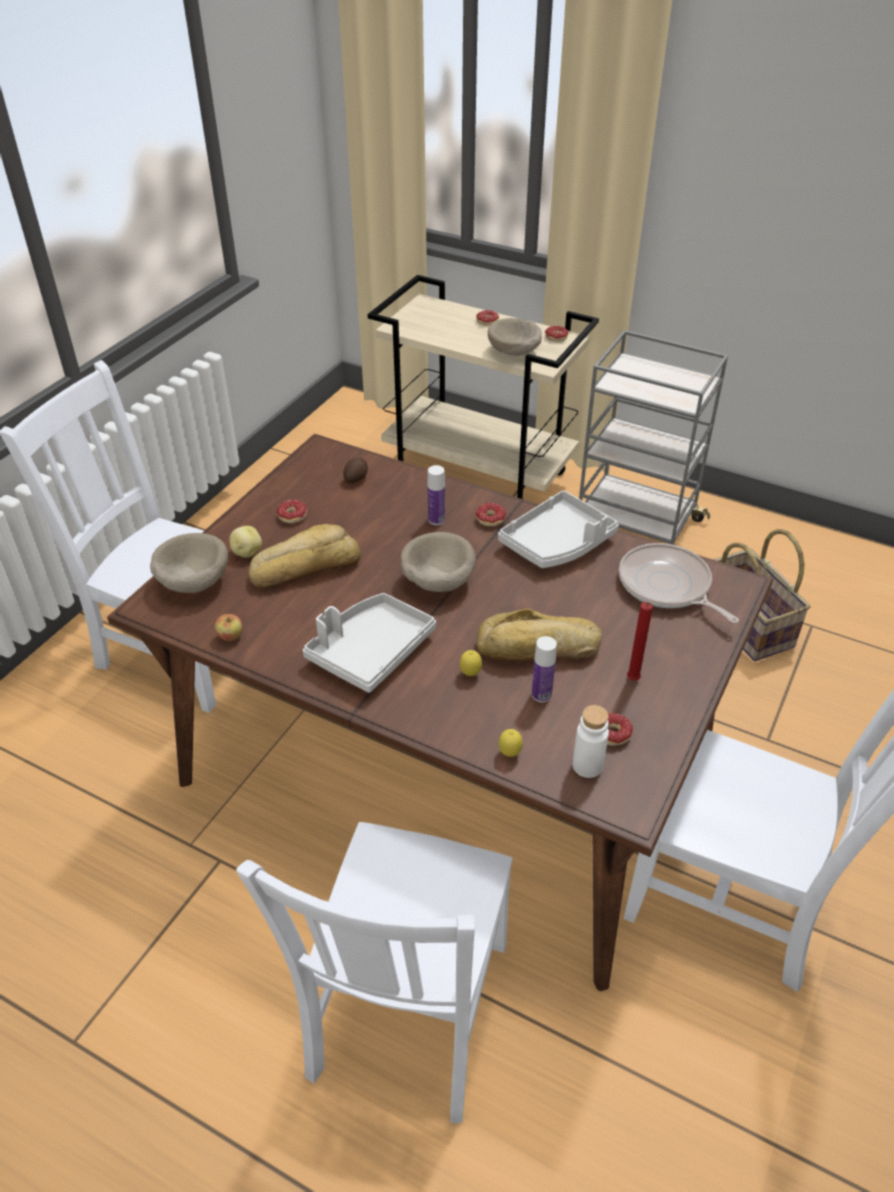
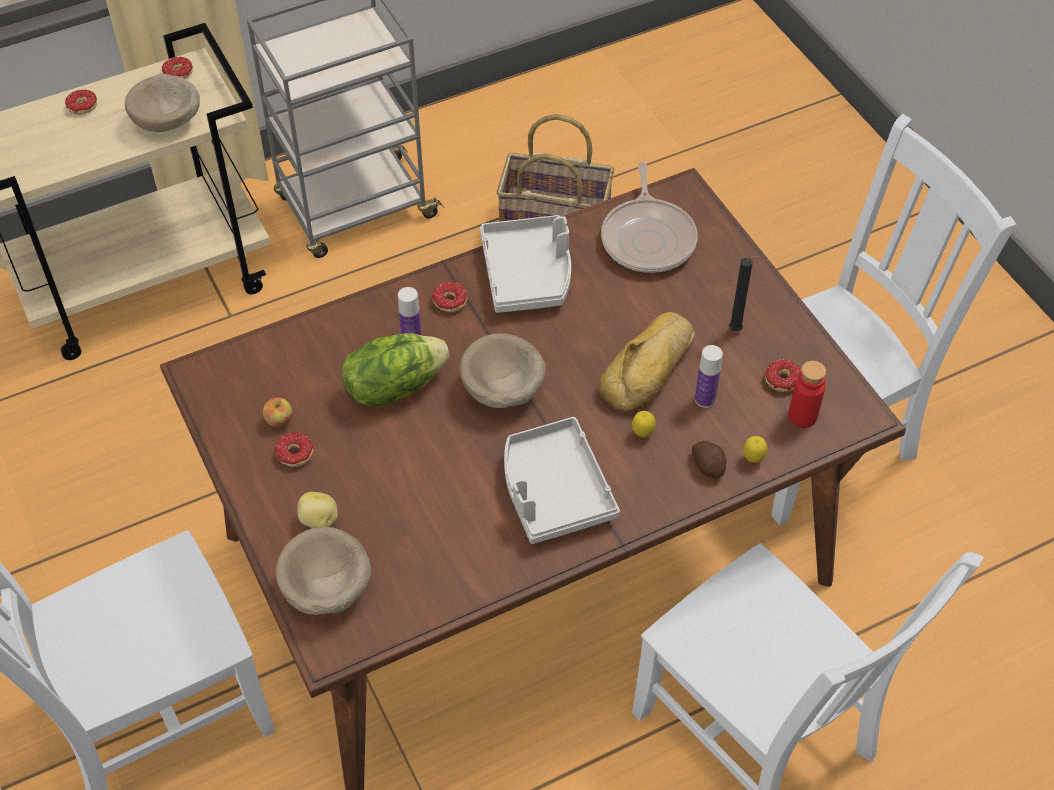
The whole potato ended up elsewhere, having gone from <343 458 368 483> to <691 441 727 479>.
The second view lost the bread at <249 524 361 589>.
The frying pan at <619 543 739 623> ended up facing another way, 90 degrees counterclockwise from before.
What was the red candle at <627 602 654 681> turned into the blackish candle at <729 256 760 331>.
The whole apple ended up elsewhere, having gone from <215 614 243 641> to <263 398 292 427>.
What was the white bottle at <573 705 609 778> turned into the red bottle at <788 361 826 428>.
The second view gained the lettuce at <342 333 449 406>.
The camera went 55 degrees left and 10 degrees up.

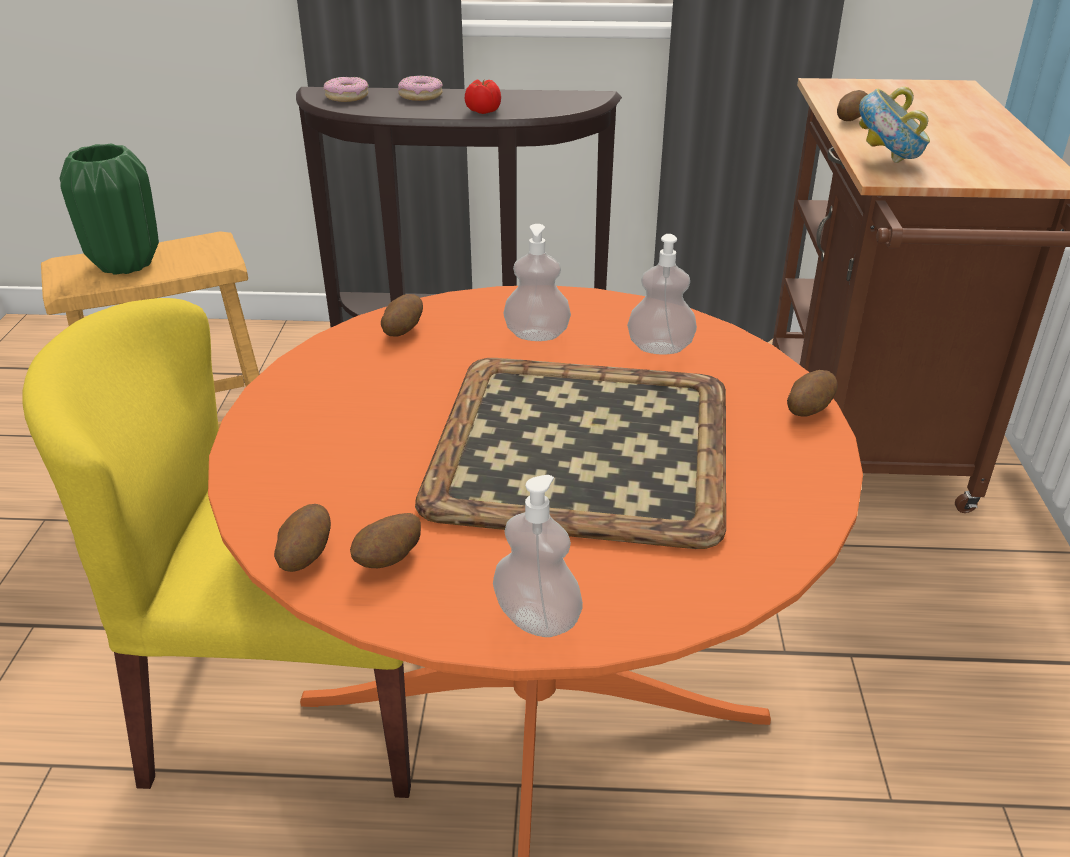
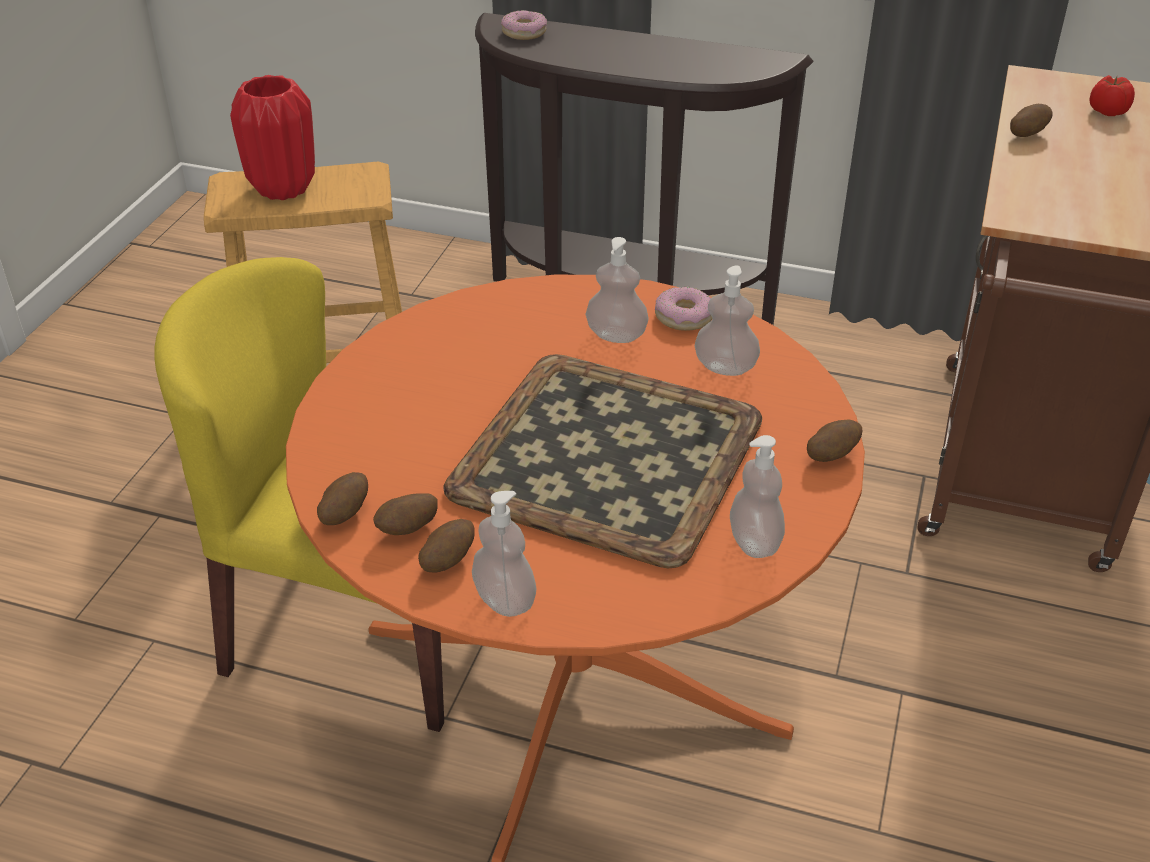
The donut ended up elsewhere, having gone from <398 75 443 101> to <655 287 712 331>.
The whole tomato ended up elsewhere, having gone from <465 79 501 114> to <1090 75 1135 116>.
The second view lost the bowl at <859 87 930 163>.
What was the green vase at <60 144 159 275> turned into the red vase at <230 75 315 200>.
The whole potato ended up elsewhere, having gone from <381 294 423 337> to <418 519 475 573>.
The second view gained the soap dispenser at <730 435 785 558>.
The camera went 15 degrees right and 5 degrees up.

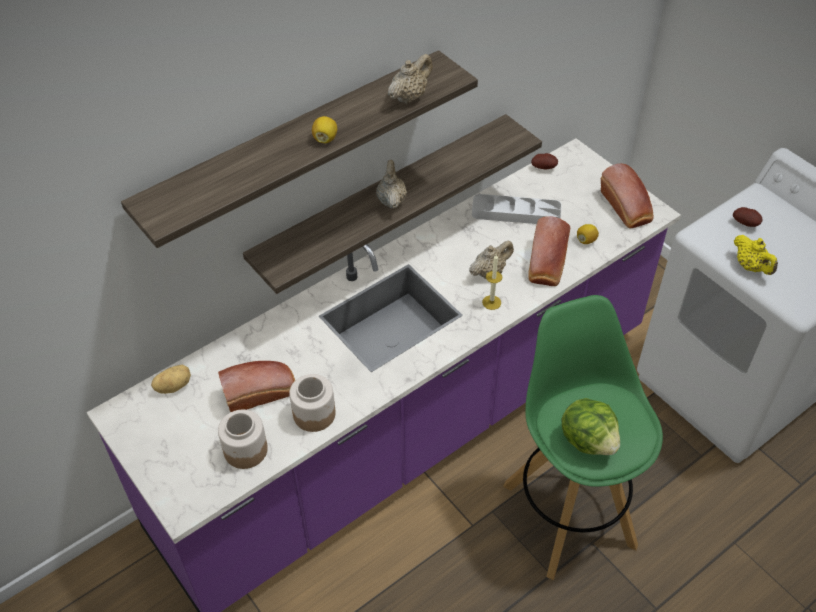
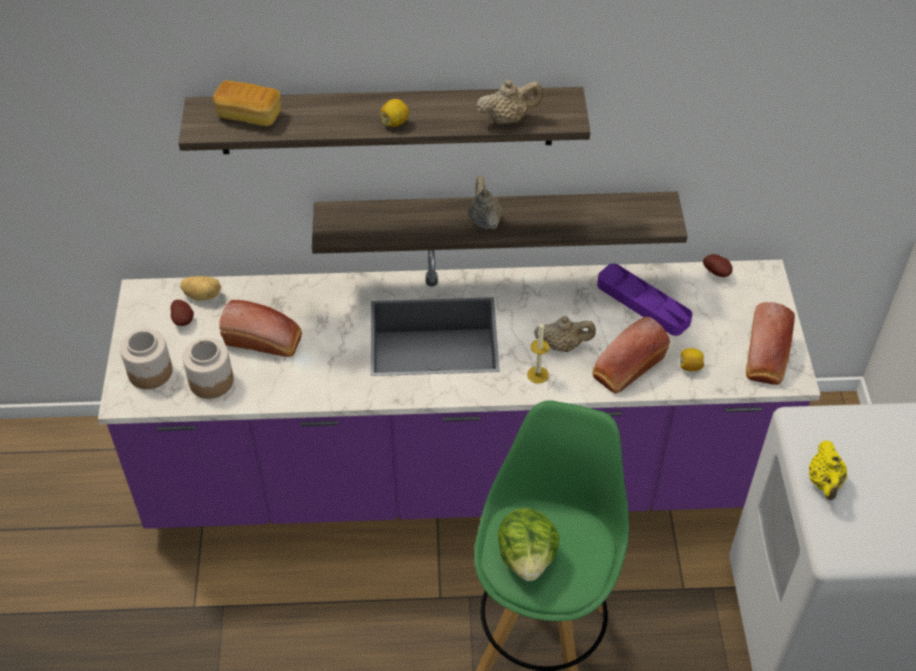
The beige-coloured pot for tea at <376 160 407 208> ended up facing another way, 45 degrees counterclockwise from before.
What was the gray serving tray at <472 194 561 224> turned into the purplish serving tray at <597 264 693 336>.
The whole potato ended up elsewhere, having gone from <733 207 763 227> to <171 300 194 326>.
The storage jar ended up elsewhere, having gone from <289 374 336 432> to <120 329 173 389>.
The second view gained the bread at <213 81 281 126>.
The camera went 35 degrees right and 0 degrees up.

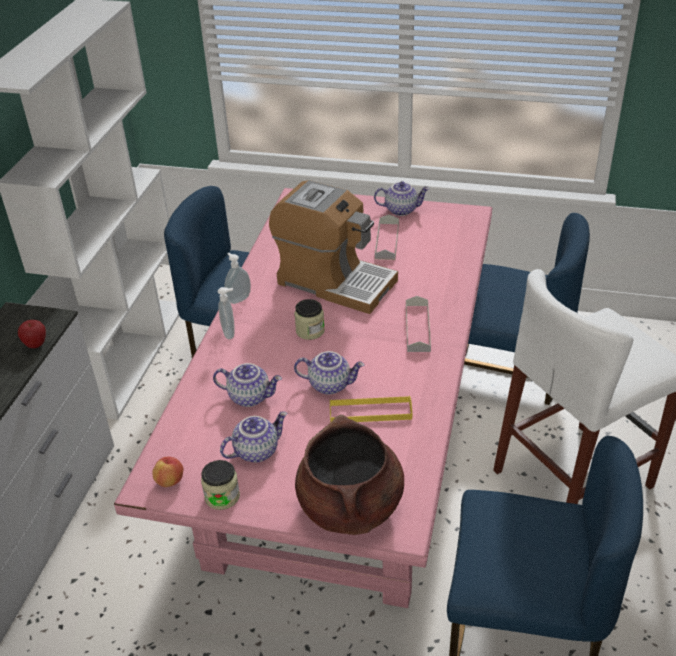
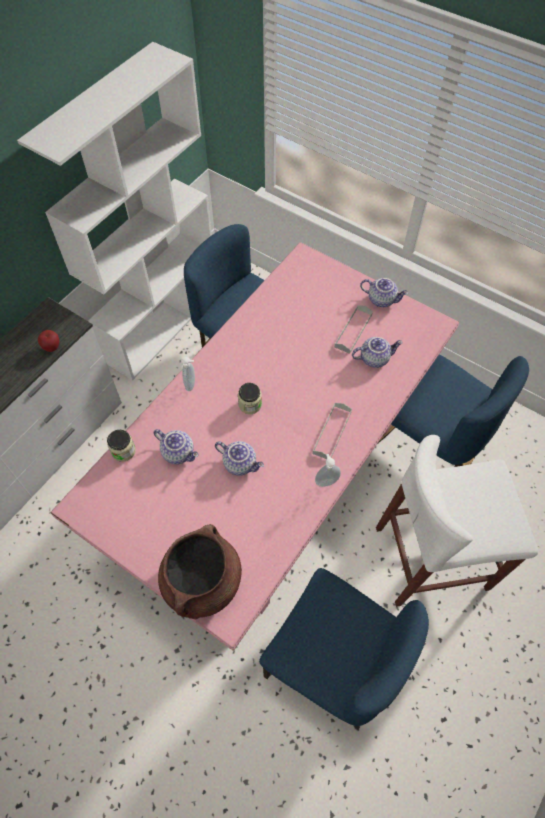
The second view lost the coffee maker at <269 180 398 314>.
The soap dispenser ended up elsewhere, having gone from <225 253 251 304> to <315 454 341 487>.
The second view lost the yellow-coloured serving tray at <330 396 412 422>.
The pot for tea ended up elsewhere, having gone from <220 411 288 463> to <352 337 403 368>.
The second view lost the whole apple at <152 457 183 487>.
The storage jar ended up elsewhere, having gone from <201 460 240 510> to <107 430 136 462>.
The camera went 20 degrees right and 20 degrees up.

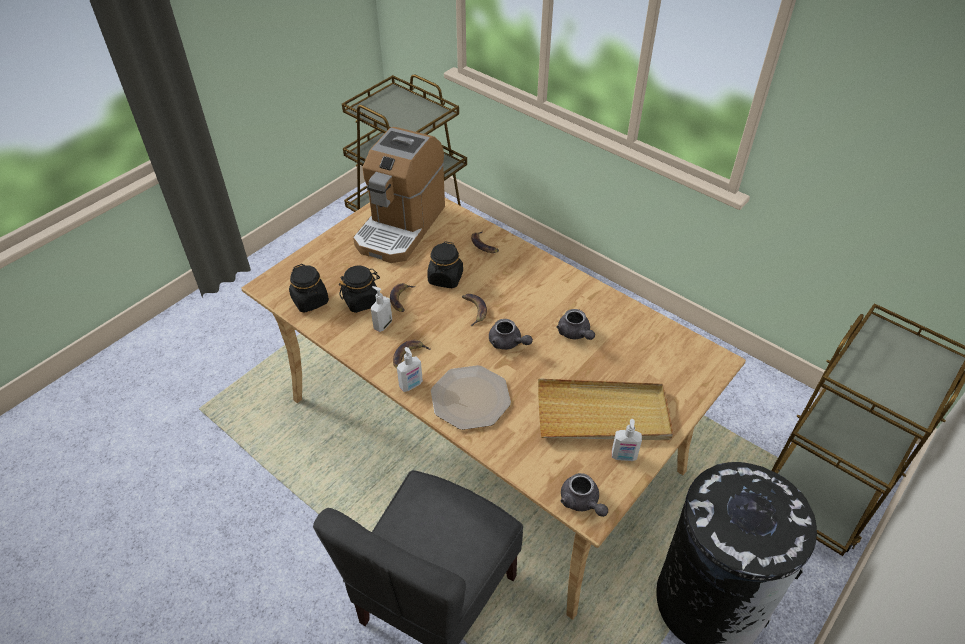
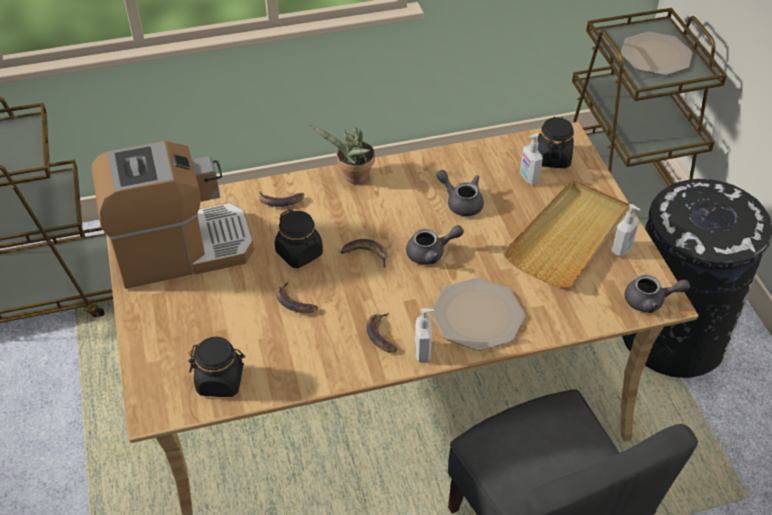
The coffee maker at <353 127 445 263> ended up facing another way, 75 degrees counterclockwise from before.
The blackish storage jar ended up elsewhere, having gone from <339 266 380 313> to <537 116 574 168>.
The soap dispenser ended up elsewhere, having gone from <371 286 392 332> to <520 133 543 185>.
The gray pot for tea at <557 309 595 340> ended up facing another way, 150 degrees counterclockwise from before.
The second view gained the flat dish at <621 32 693 75>.
The second view gained the potted plant at <309 124 375 184>.
The camera went 55 degrees left and 0 degrees up.

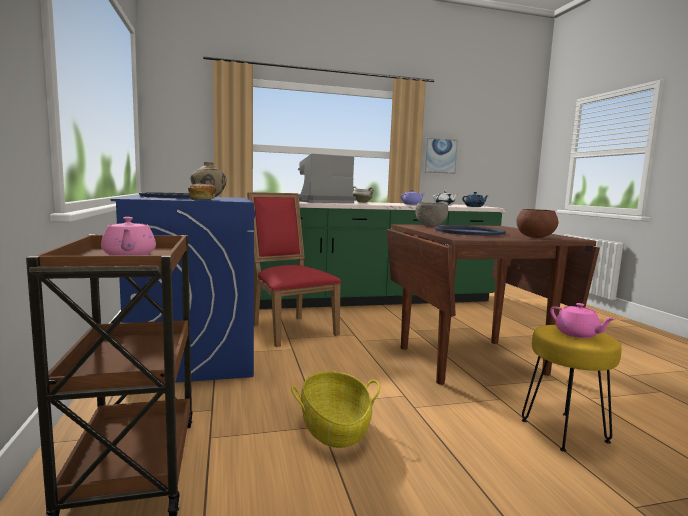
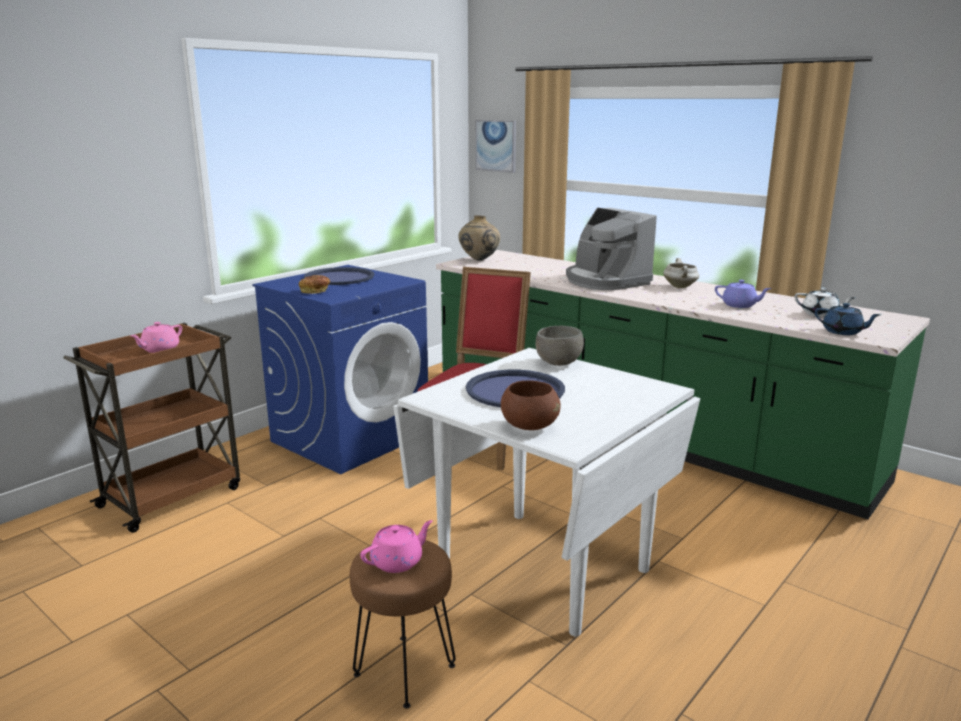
The wall art ended up elsewhere, having gone from <424 138 458 174> to <476 120 516 173>.
The coffee maker at <298 153 356 203> ended up facing another way, 150 degrees counterclockwise from before.
What was the brownish kitchen table at <387 224 600 385> turned into the white kitchen table at <393 348 700 637>.
The pink pot for tea at <550 303 616 338> ended up facing another way, 150 degrees counterclockwise from before.
What was the yellow-coloured stool seat at <522 325 621 452> turned into the brownish stool seat at <350 540 456 709>.
The second view lost the basket at <291 371 380 448>.
The camera went 55 degrees right and 10 degrees up.

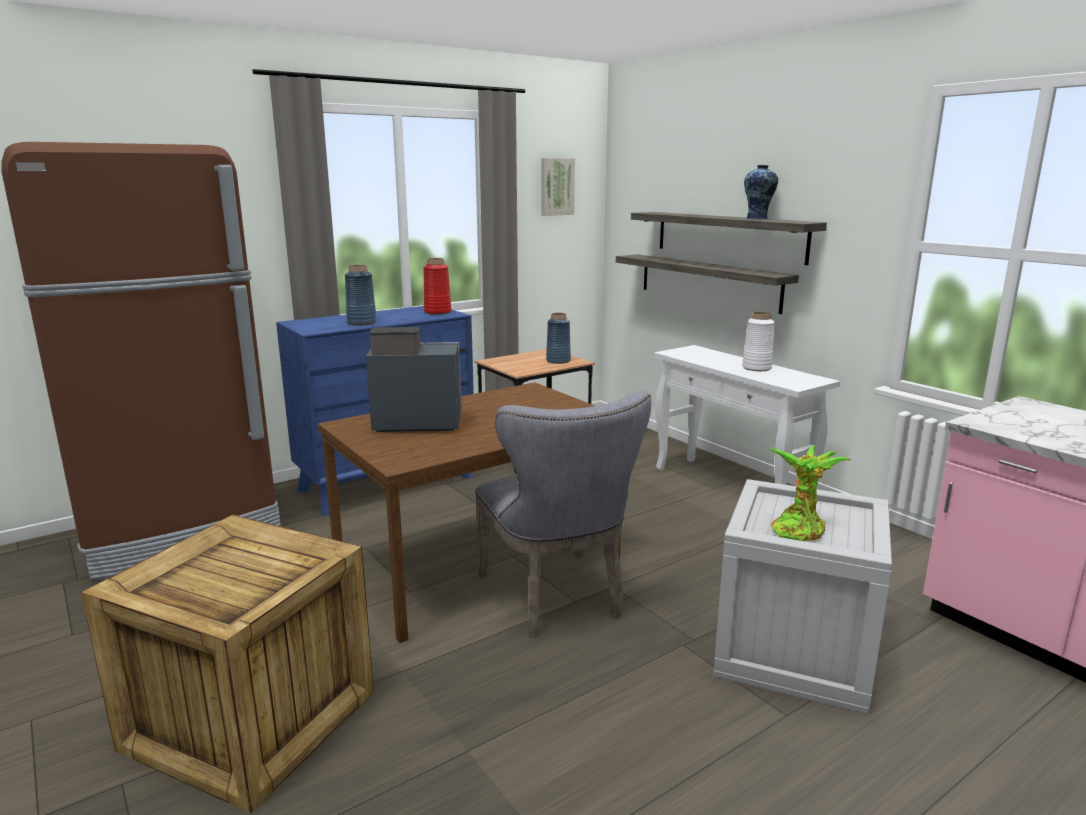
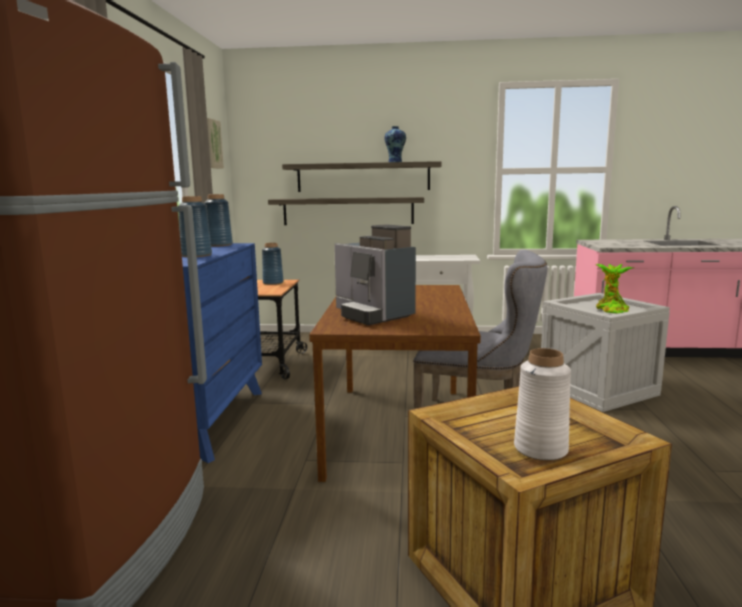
What was the red vase at <423 258 451 314> turned into the blue vase at <204 194 233 247>.
The white vase ended up elsewhere, having gone from <742 312 775 371> to <514 348 571 461>.
The coffee maker at <366 327 462 432> ended up facing another way, 75 degrees counterclockwise from before.
The camera went 50 degrees left and 5 degrees down.

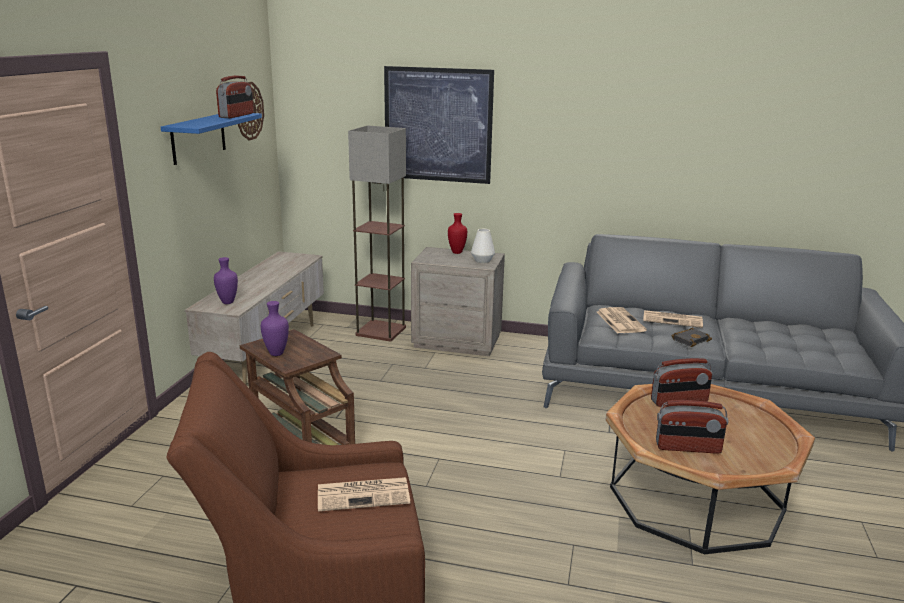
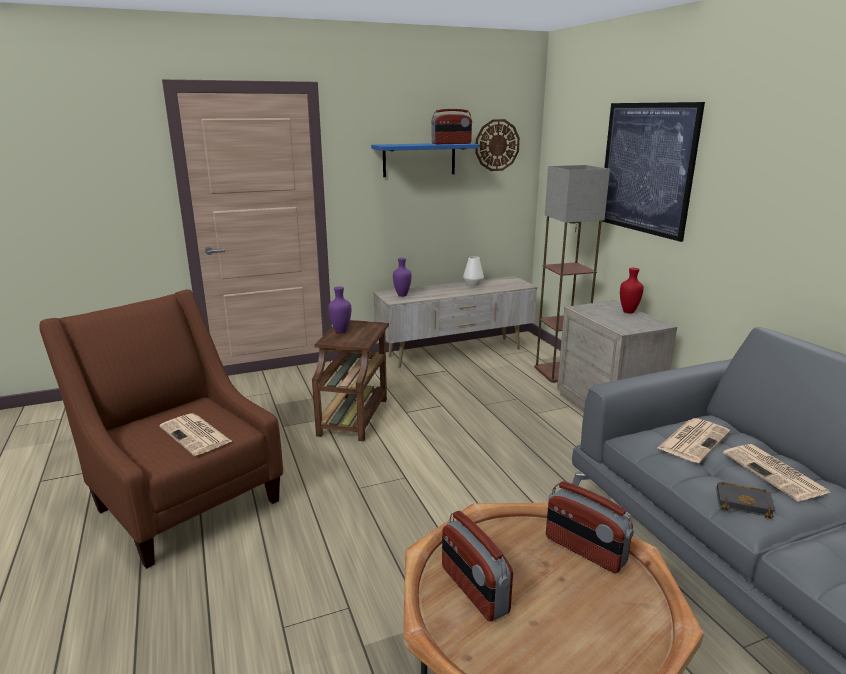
The white vase ended up elsewhere, having gone from <471 229 495 263> to <463 256 484 286>.
The camera went 55 degrees right and 0 degrees up.

